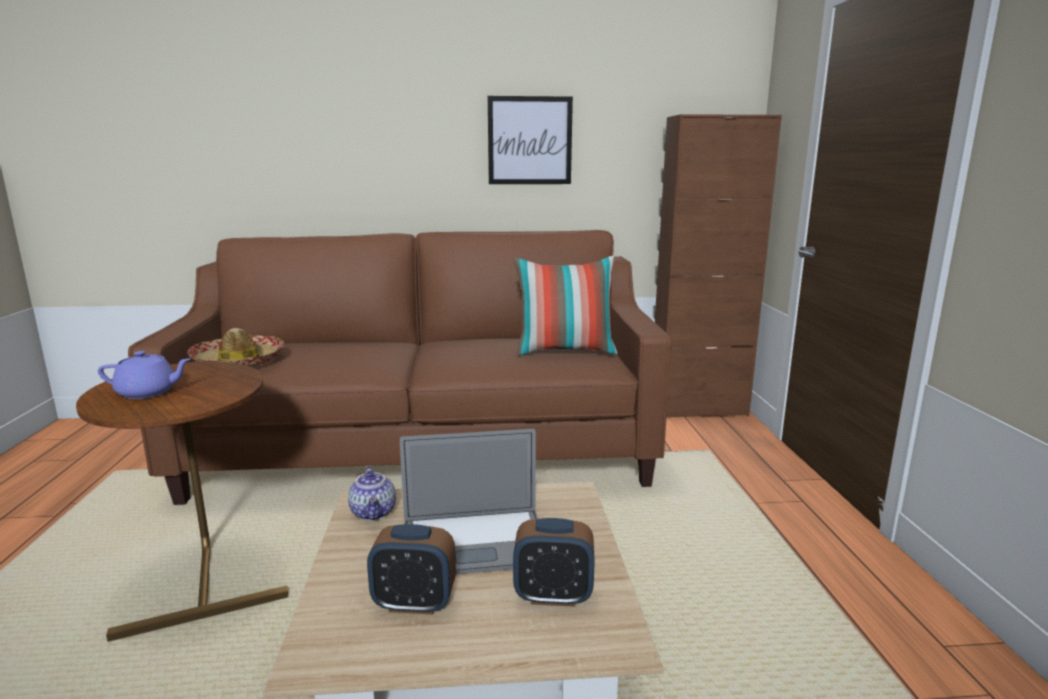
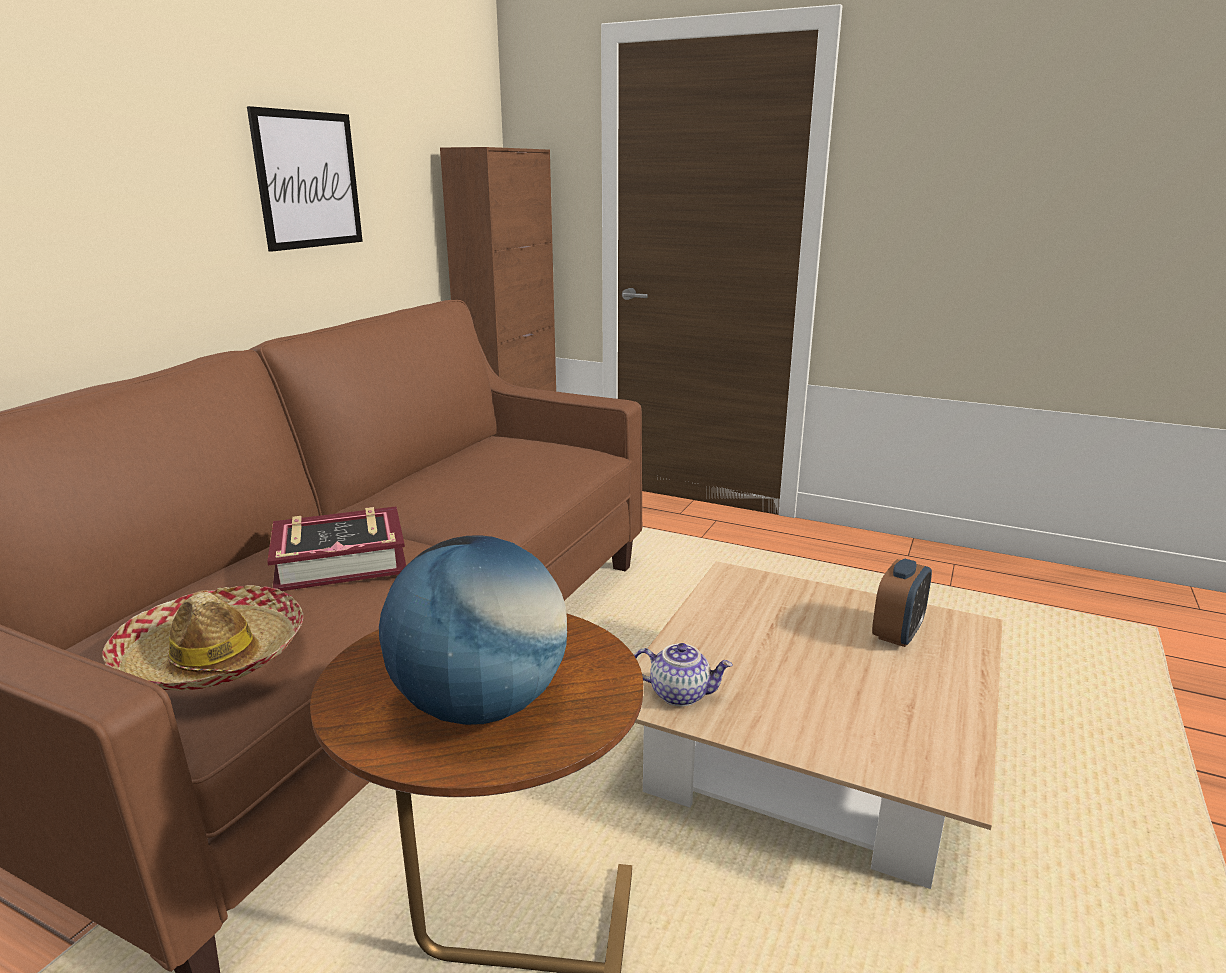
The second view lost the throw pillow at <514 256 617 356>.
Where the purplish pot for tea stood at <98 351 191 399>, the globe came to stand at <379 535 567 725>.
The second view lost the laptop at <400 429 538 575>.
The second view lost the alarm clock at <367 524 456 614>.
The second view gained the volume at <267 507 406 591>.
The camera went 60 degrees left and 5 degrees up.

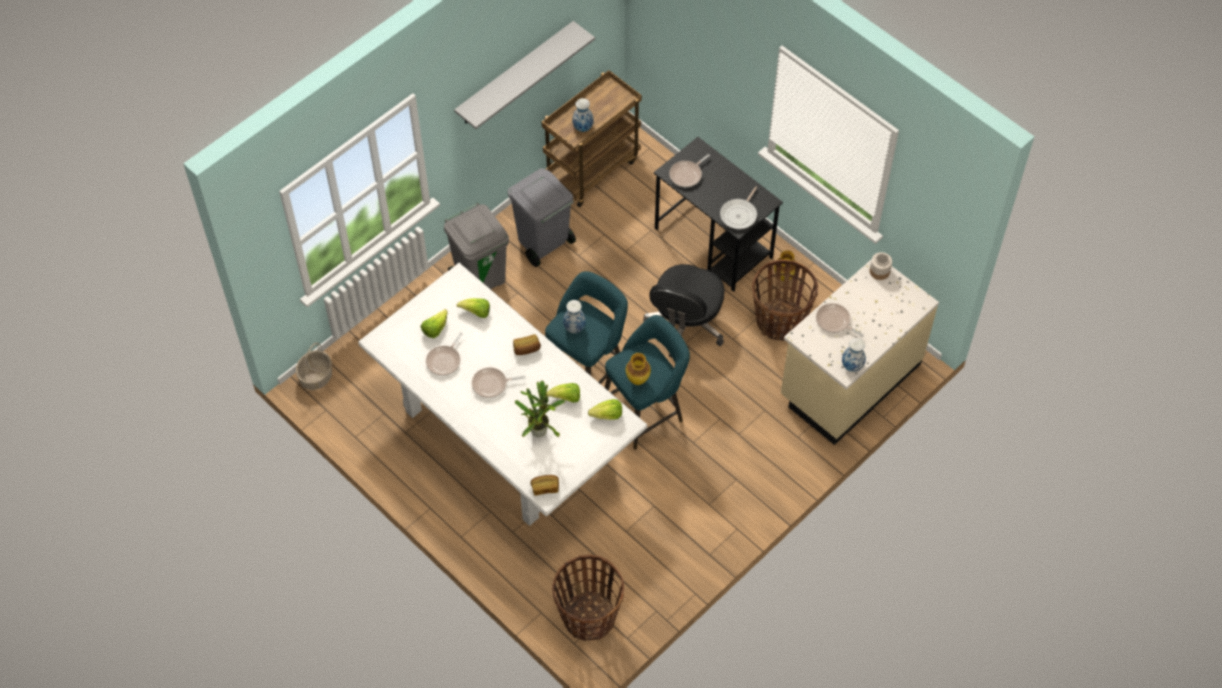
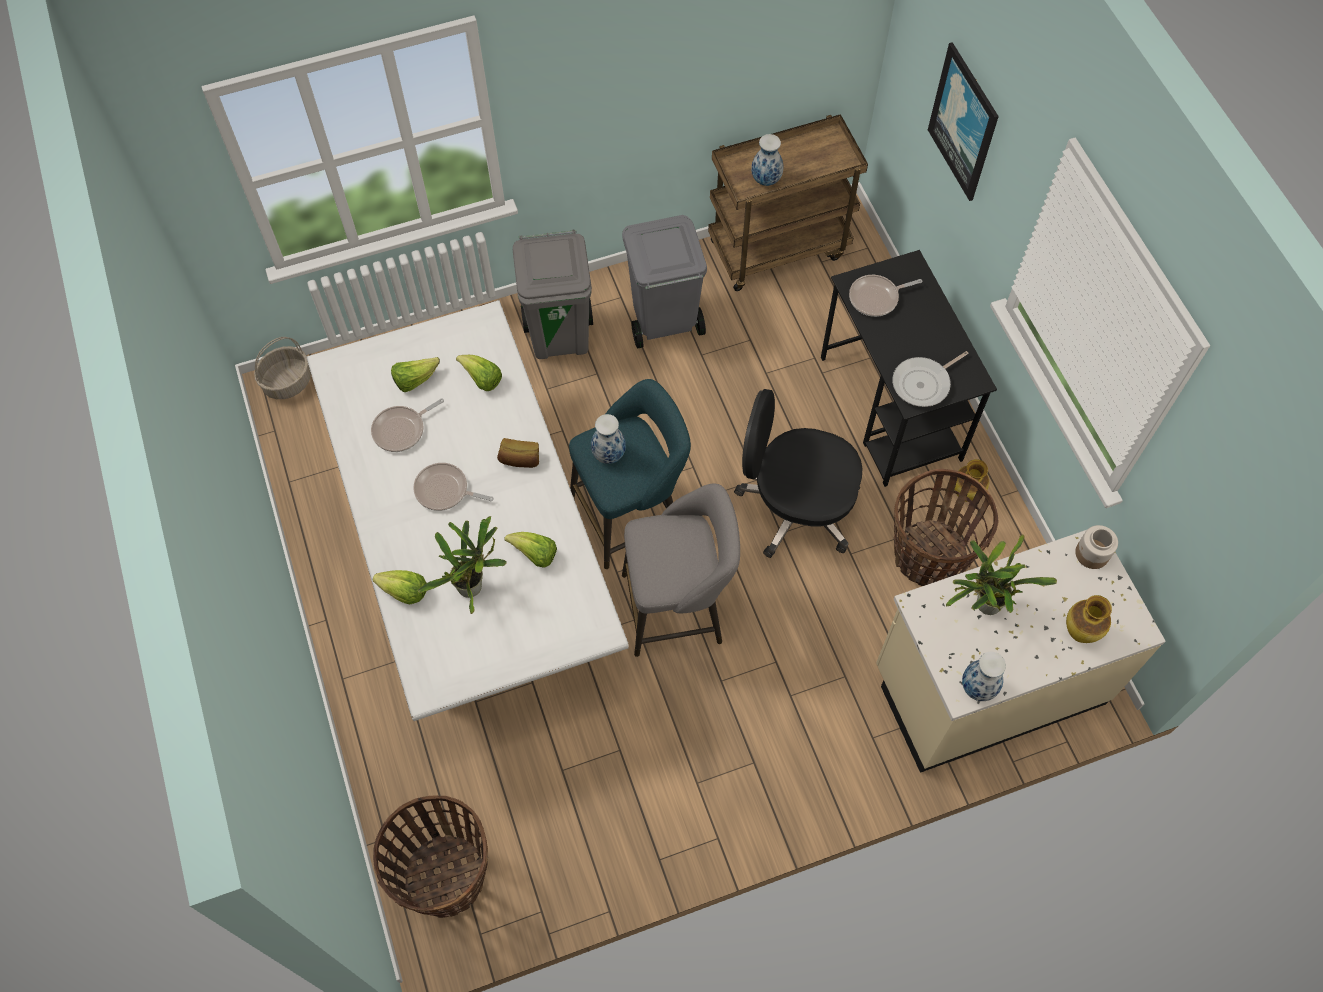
The second view lost the gray shelf at <454 21 595 129>.
The blackish computer chair at <643 264 725 357> ended up facing another way, 60 degrees clockwise from before.
Where the frying pan stood at <816 303 864 337>, the potted plant came to stand at <946 534 1057 615>.
What was the turquoise stool seat at <605 315 690 450> turned into the gray stool seat at <622 483 740 657>.
The vase ended up elsewhere, having gone from <626 353 651 385> to <1066 595 1112 643>.
The lettuce ended up elsewhere, having gone from <588 399 622 420> to <373 570 427 604>.
The second view lost the bread at <530 475 559 496>.
The second view gained the wall art at <928 42 999 201>.
The camera went 25 degrees right and 5 degrees up.

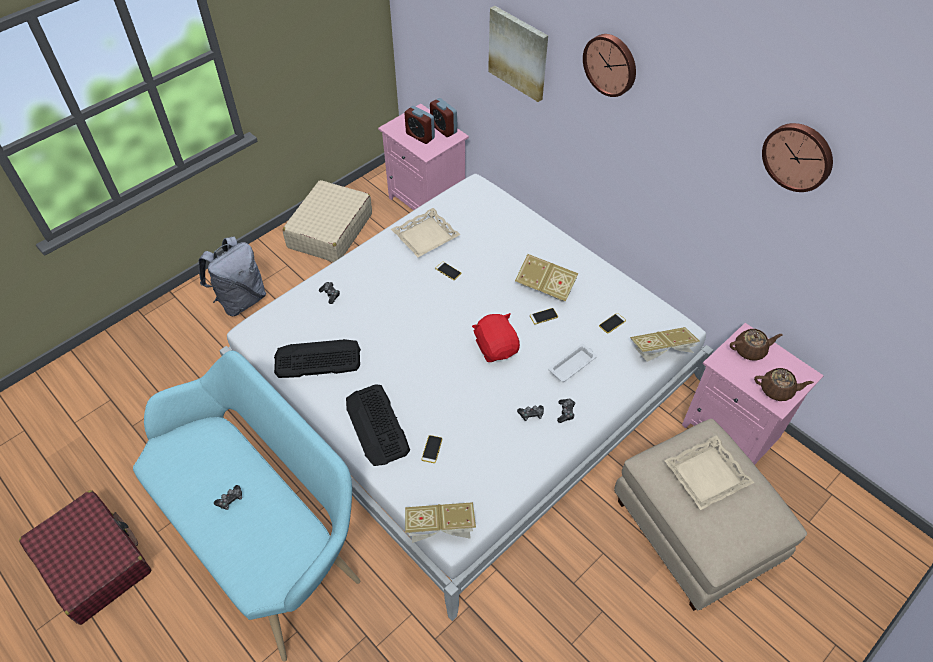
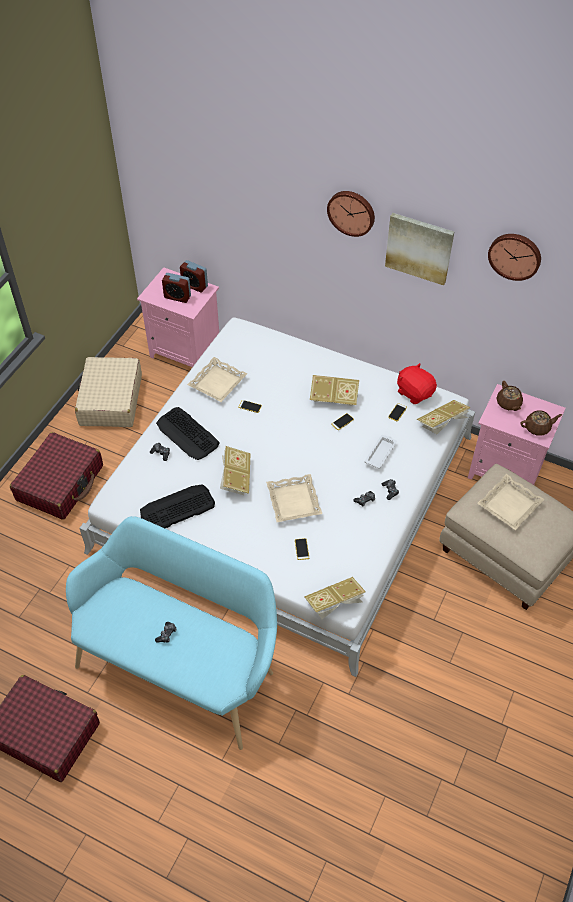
The wall art ended up elsewhere, having gone from <488 6 548 102> to <385 213 454 285>.
Where the gray knapsack stood at <199 236 266 316>, the red travel case came to stand at <10 432 103 520>.
The red cuddly toy ended up elsewhere, having gone from <472 313 520 362> to <397 363 437 404>.
The brownish pot for tea at <730 329 783 360> ended up facing another way, 105 degrees clockwise from before.
The PC keyboard ended up elsewhere, having gone from <346 384 410 466> to <156 407 220 460>.
The second view gained the volume at <220 446 251 495>.
The second view gained the beige-coloured serving tray at <266 474 322 522>.
The camera went 20 degrees left and 0 degrees up.

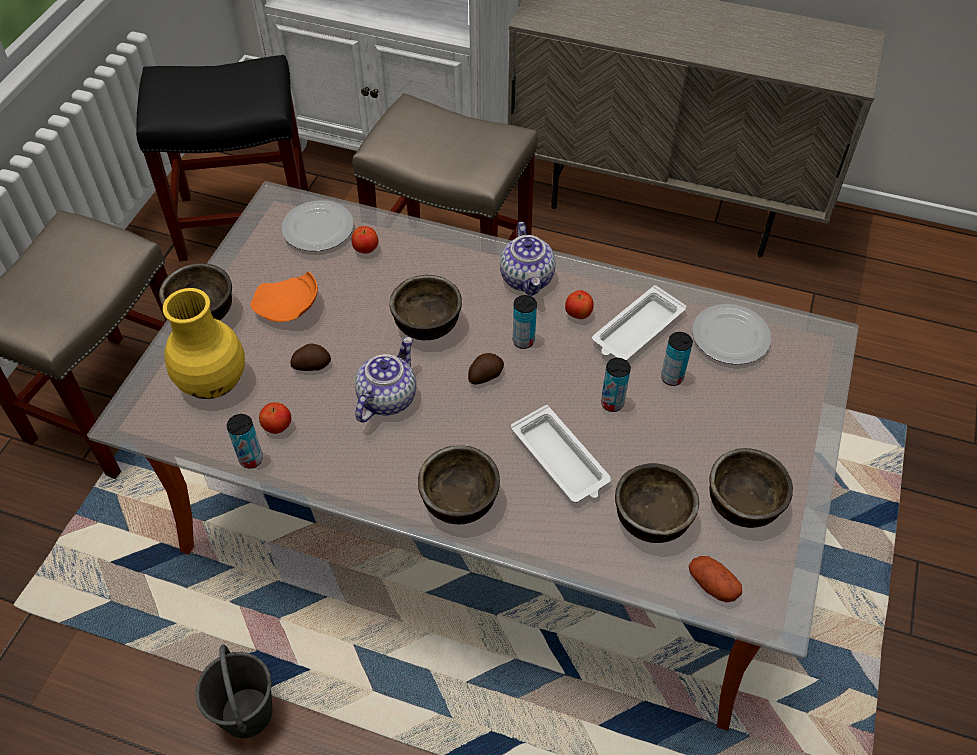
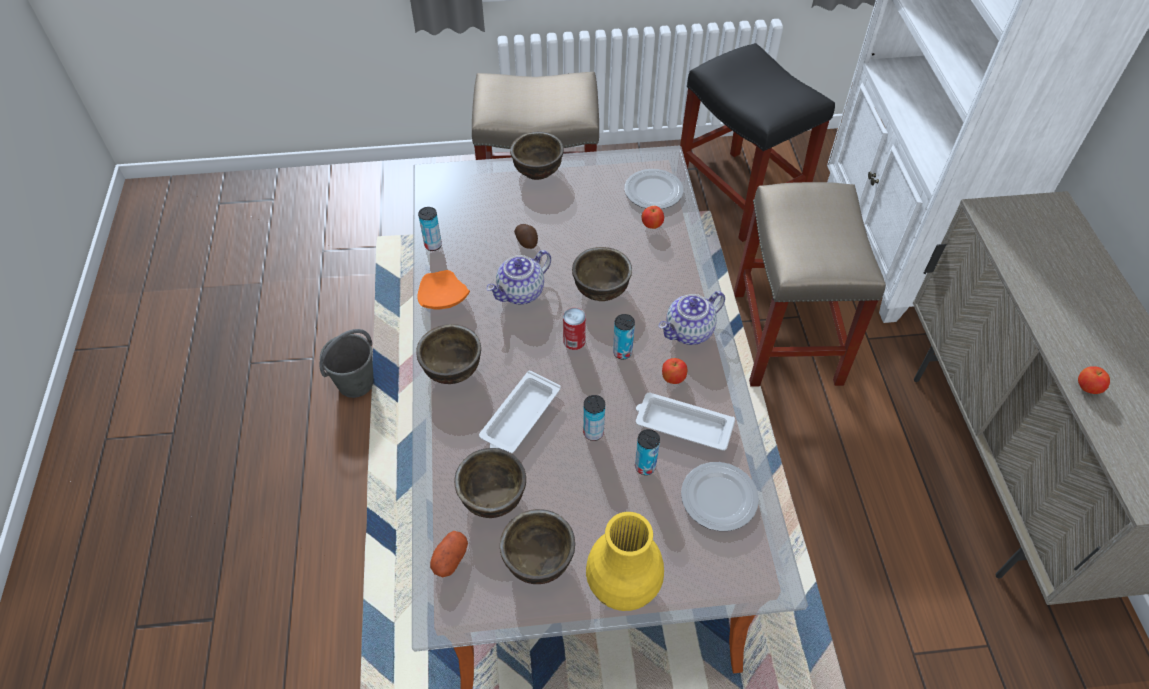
The orange flat dish ended up elsewhere, having gone from <250 271 318 322> to <417 270 470 309>.
The yellow-coloured vase ended up elsewhere, having gone from <163 288 245 399> to <586 512 664 611>.
The pot for tea at <355 337 416 422> ended up facing another way, 135 degrees clockwise from before.
Where the whole potato stood at <468 353 504 385>, the metal can came to stand at <563 308 586 350>.
The whole apple ended up elsewhere, having gone from <259 402 291 434> to <1078 366 1110 394>.
The camera went 65 degrees right and 0 degrees up.

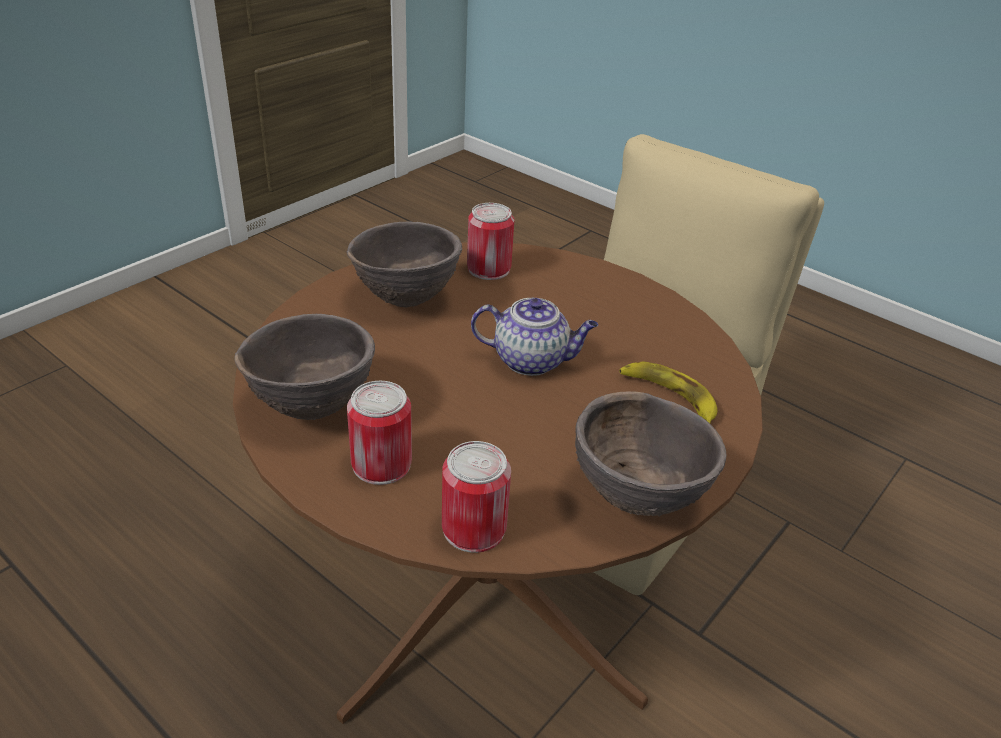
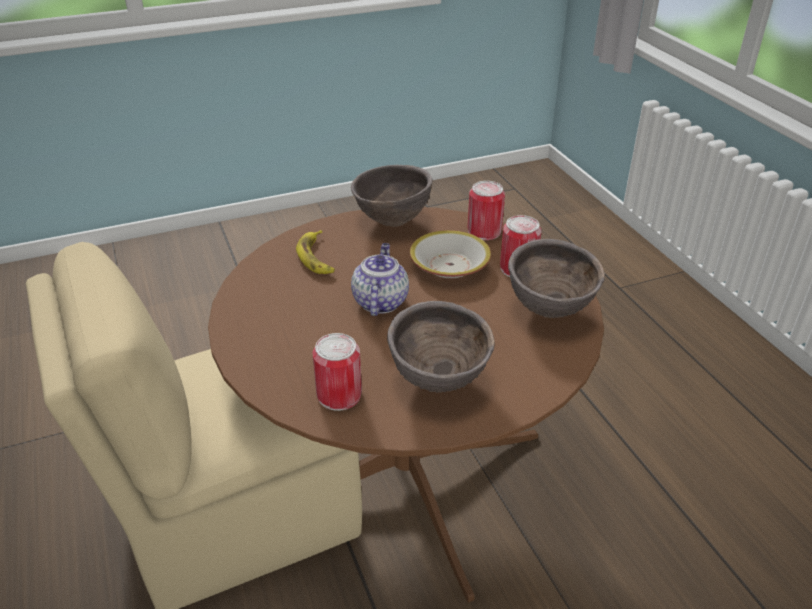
The pot for tea at <471 298 598 376> ended up facing another way, 60 degrees clockwise from before.
The second view gained the bowl at <410 230 491 279>.
The camera went 150 degrees left and 0 degrees up.

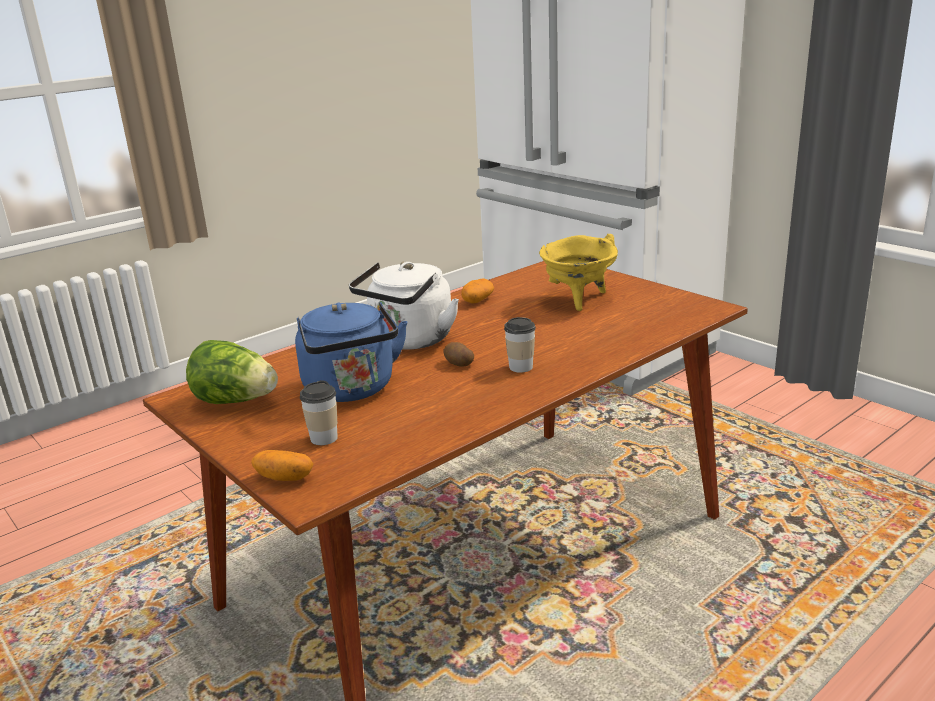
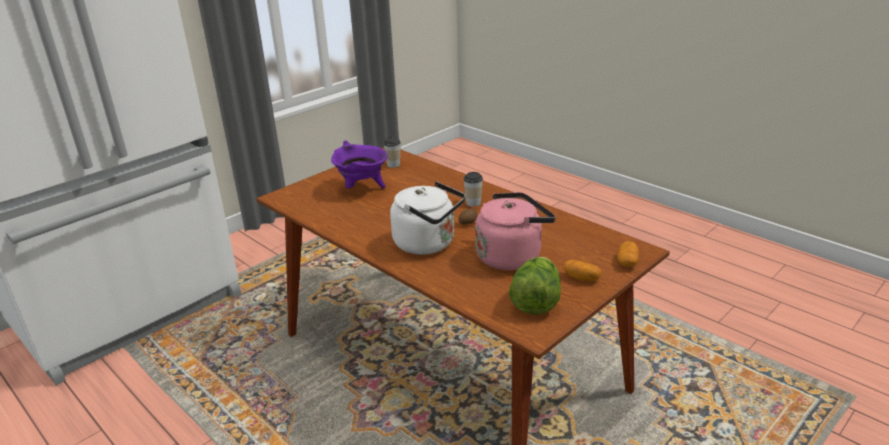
What was the yellow-coloured stockpot at <539 234 618 311> turned into the purplish stockpot at <331 140 388 188>.
The whole potato ended up elsewhere, having gone from <461 278 494 303> to <563 260 602 281>.
What was the blue tea kettle at <295 302 408 402> turned into the pink tea kettle at <475 192 556 271>.
The small cup ended up elsewhere, having gone from <300 380 338 445> to <383 137 401 168>.
The camera went 95 degrees left and 5 degrees up.

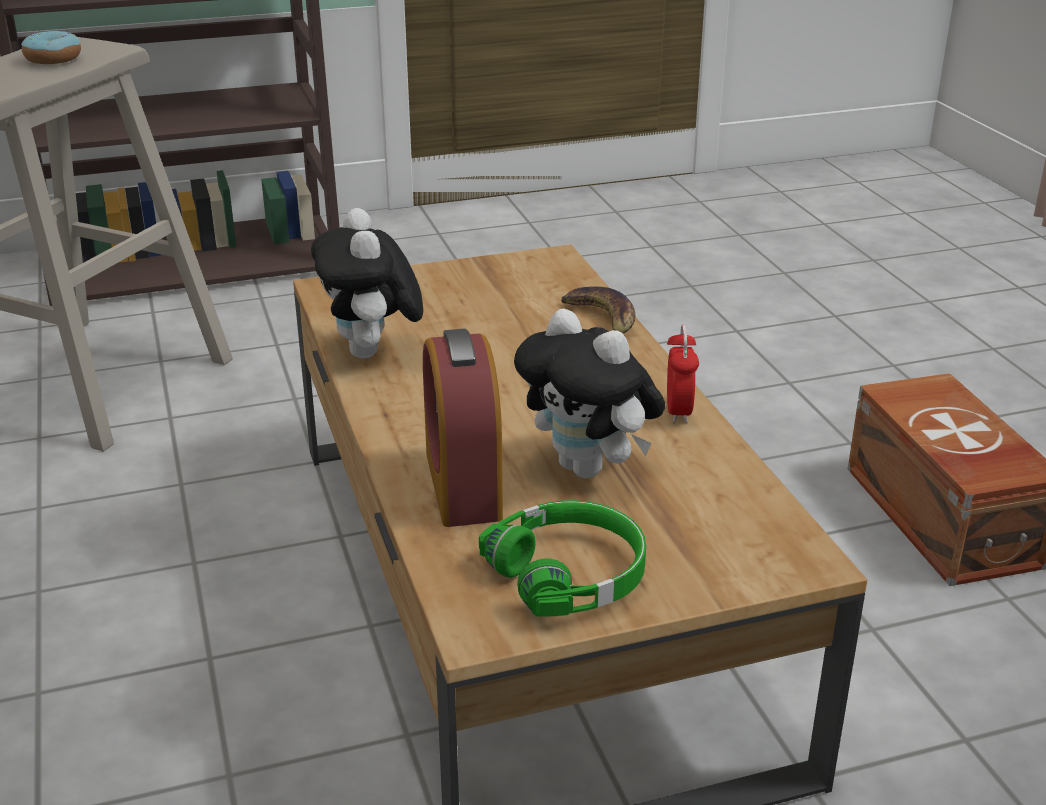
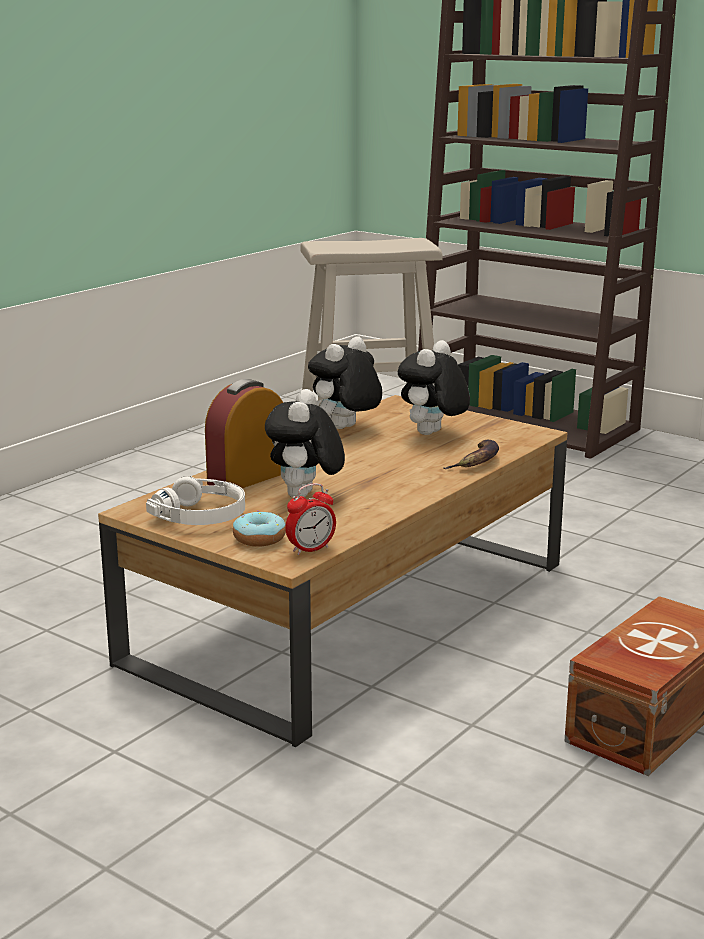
The donut ended up elsewhere, having gone from <21 30 81 64> to <233 511 286 547>.
The alarm clock ended up elsewhere, having gone from <667 325 699 423> to <285 483 336 555>.
What was the green pair of headphones at <479 500 646 616> turned into the white pair of headphones at <146 476 245 525>.
The second view gained the cuddly toy at <398 340 470 435>.
The camera went 55 degrees right and 10 degrees down.

